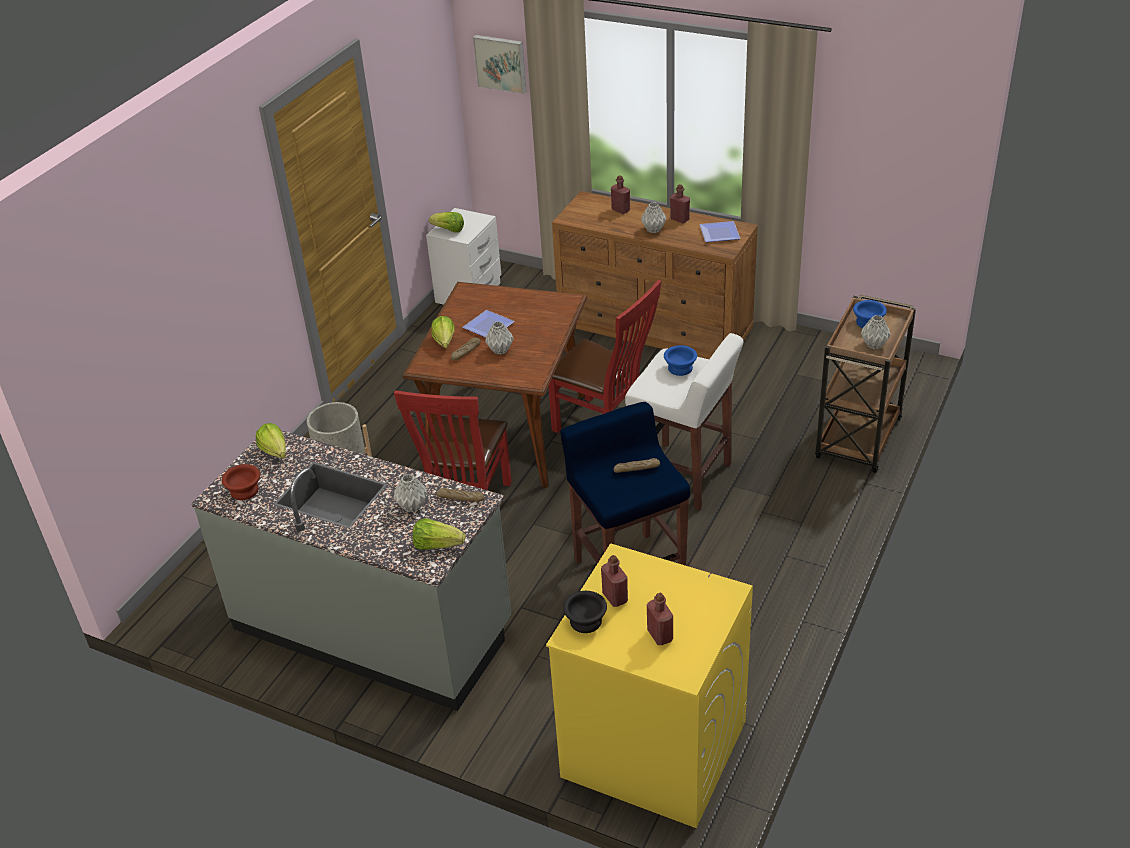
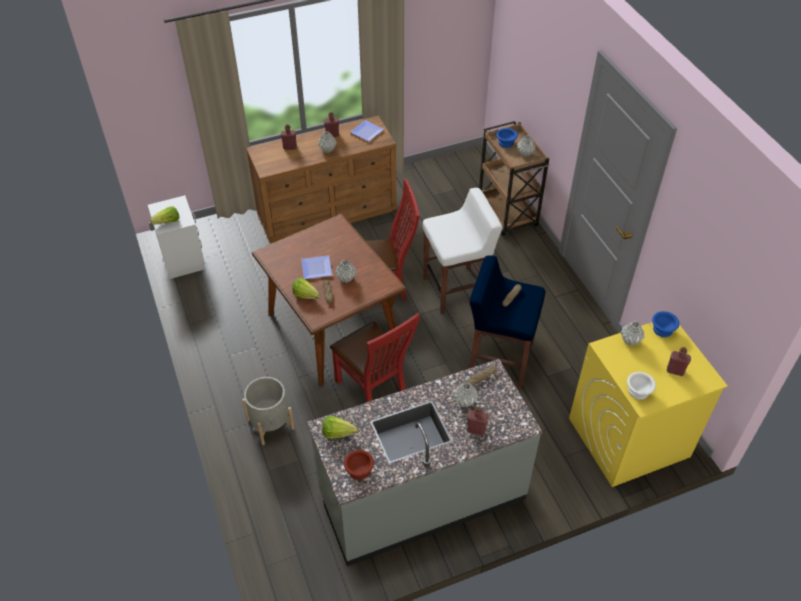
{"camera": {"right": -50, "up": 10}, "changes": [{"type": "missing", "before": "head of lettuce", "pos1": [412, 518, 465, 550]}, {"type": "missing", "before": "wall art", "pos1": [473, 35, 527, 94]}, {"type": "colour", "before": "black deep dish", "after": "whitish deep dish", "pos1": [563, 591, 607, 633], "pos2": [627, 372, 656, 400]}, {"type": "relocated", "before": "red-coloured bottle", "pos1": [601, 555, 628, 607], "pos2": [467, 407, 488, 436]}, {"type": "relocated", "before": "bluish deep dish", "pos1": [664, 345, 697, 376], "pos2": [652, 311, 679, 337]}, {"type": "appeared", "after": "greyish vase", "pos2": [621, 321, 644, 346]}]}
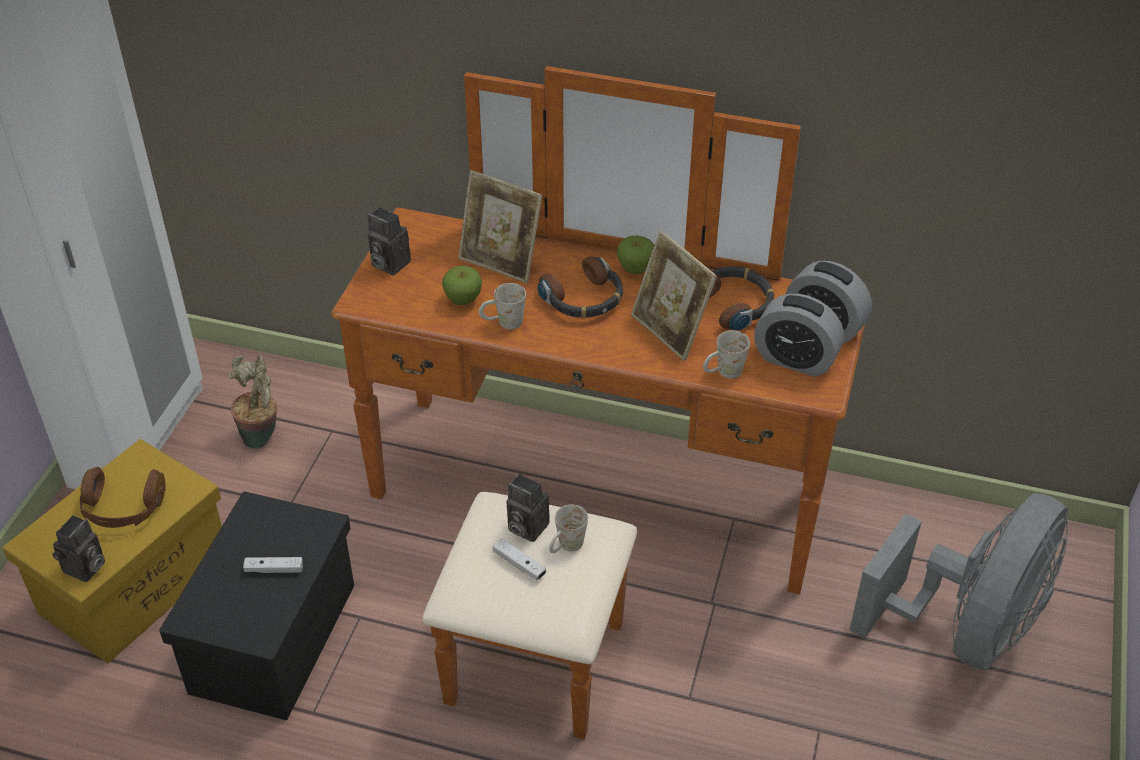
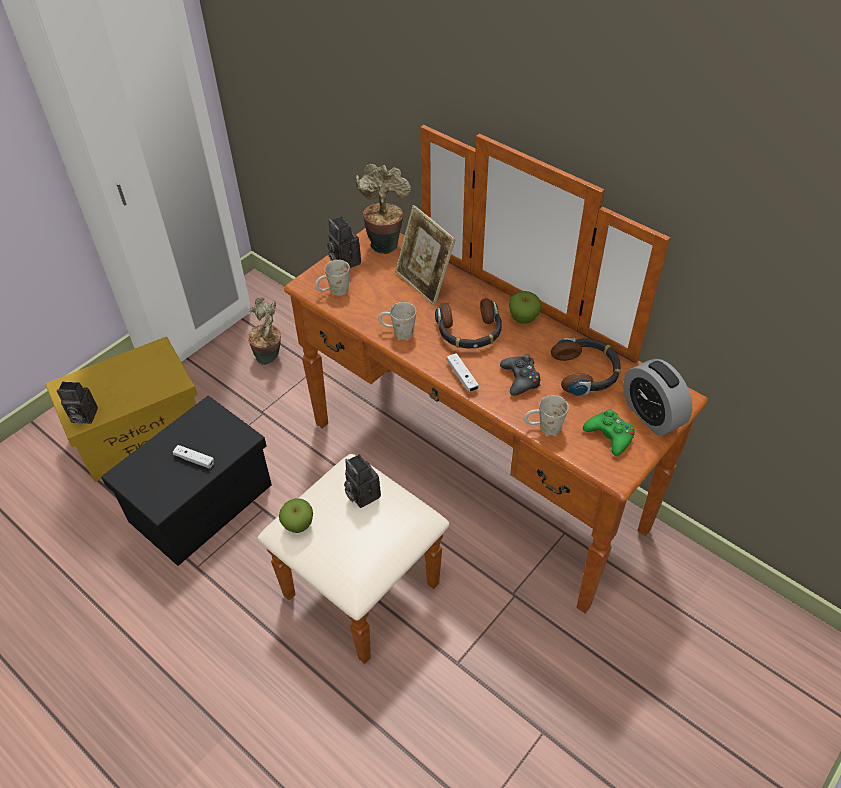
{"camera": {"right": 25, "up": 5}, "changes": [{"type": "spun", "before": "still camera", "pos1": [52, 515, 105, 582], "pos2": [57, 382, 98, 424], "turn": 45}, {"type": "missing", "before": "brown headset", "pos1": [80, 467, 166, 528]}, {"type": "relocated", "before": "apple fruit", "pos1": [442, 266, 482, 305], "pos2": [279, 498, 313, 533]}, {"type": "relocated", "before": "whitish joypad", "pos1": [493, 538, 546, 581], "pos2": [447, 353, 479, 392]}, {"type": "relocated", "before": "whitish coffee mug", "pos1": [549, 505, 588, 553], "pos2": [315, 260, 350, 296]}, {"type": "exchanged", "before": "picture frame", "after": "black joypad", "pos1": [631, 230, 717, 361], "pos2": [500, 354, 540, 396]}, {"type": "exchanged", "before": "alarm clock", "after": "green-coloured joypad", "pos1": [754, 294, 844, 377], "pos2": [583, 409, 635, 456]}, {"type": "missing", "before": "greyish cooling fan", "pos1": [850, 493, 1068, 671]}, {"type": "appeared", "after": "plant in a pot", "pos2": [356, 164, 411, 254]}]}
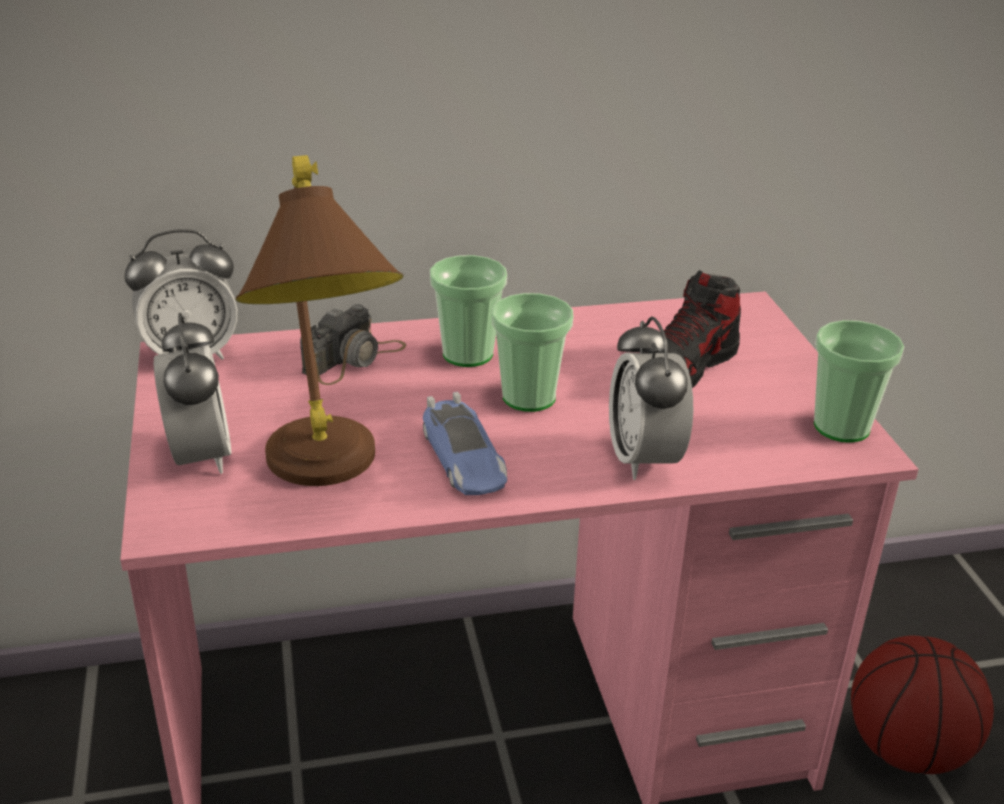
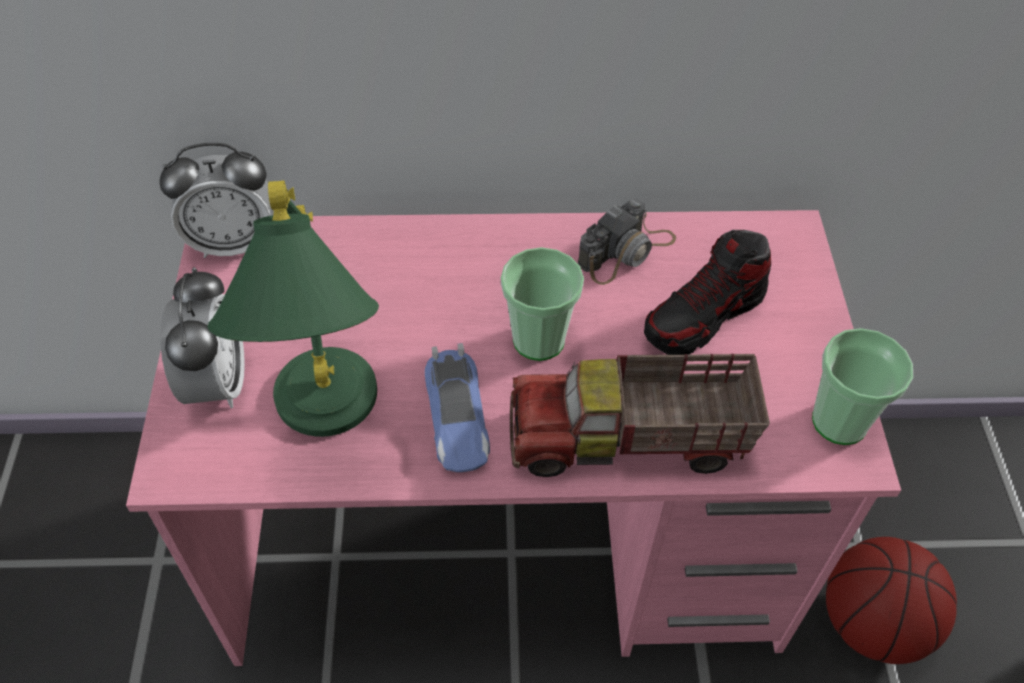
{"camera": {"right": 10, "up": 20}, "changes": [{"type": "colour", "before": "brown tabletop lamp", "after": "green-coloured tabletop lamp", "pos1": [235, 155, 404, 486], "pos2": [207, 180, 379, 437]}, {"type": "relocated", "before": "still camera", "pos1": [300, 304, 406, 385], "pos2": [578, 198, 676, 285]}, {"type": "missing", "before": "drinking cup", "pos1": [430, 255, 507, 367]}, {"type": "exchanged", "before": "alarm clock", "after": "model truck", "pos1": [609, 317, 693, 480], "pos2": [510, 354, 770, 477]}]}
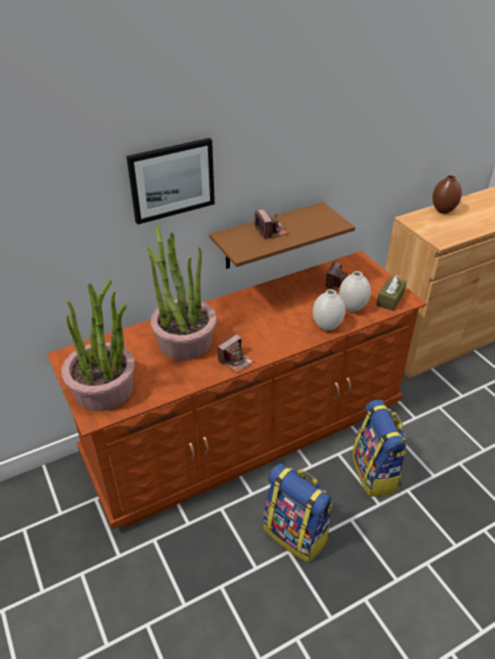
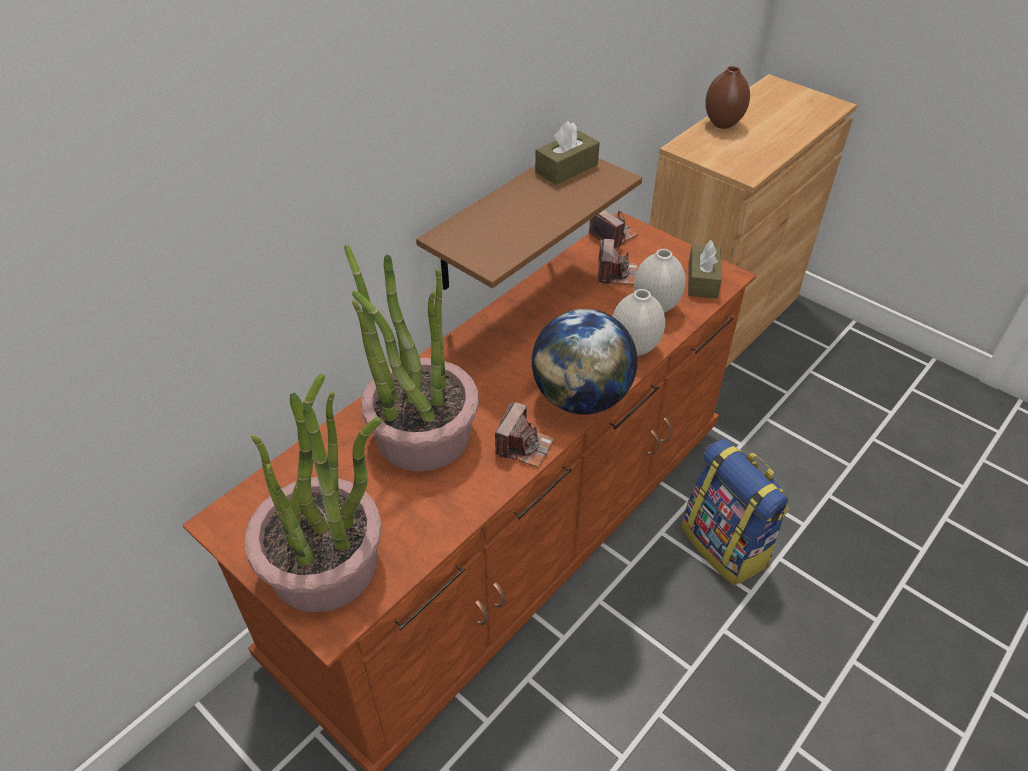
{"camera": {"right": -20, "up": 5}, "changes": [{"type": "missing", "before": "wall art", "pos1": [126, 138, 215, 225]}, {"type": "relocated", "before": "still camera", "pos1": [255, 209, 288, 239], "pos2": [589, 210, 638, 248]}, {"type": "missing", "before": "rucksack", "pos1": [263, 463, 333, 563]}, {"type": "appeared", "after": "world globe", "pos2": [532, 309, 638, 414]}, {"type": "appeared", "after": "brown box of tissues", "pos2": [535, 121, 600, 185]}]}
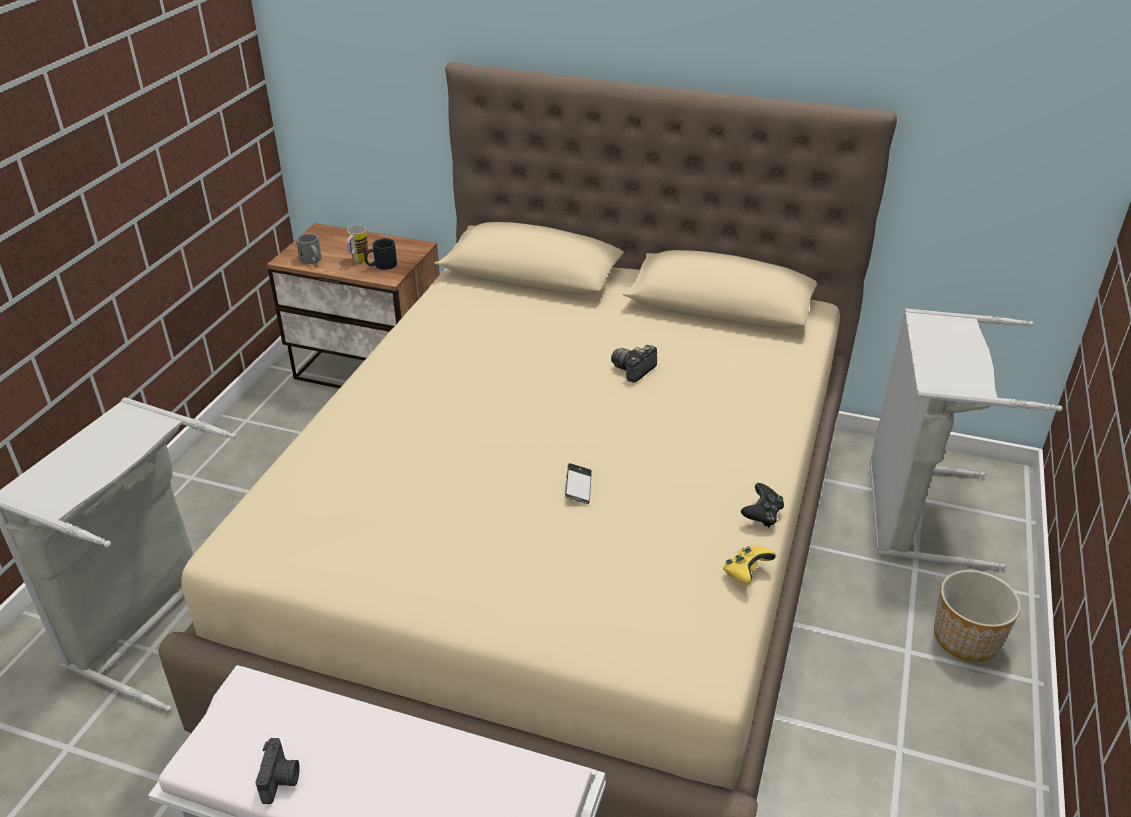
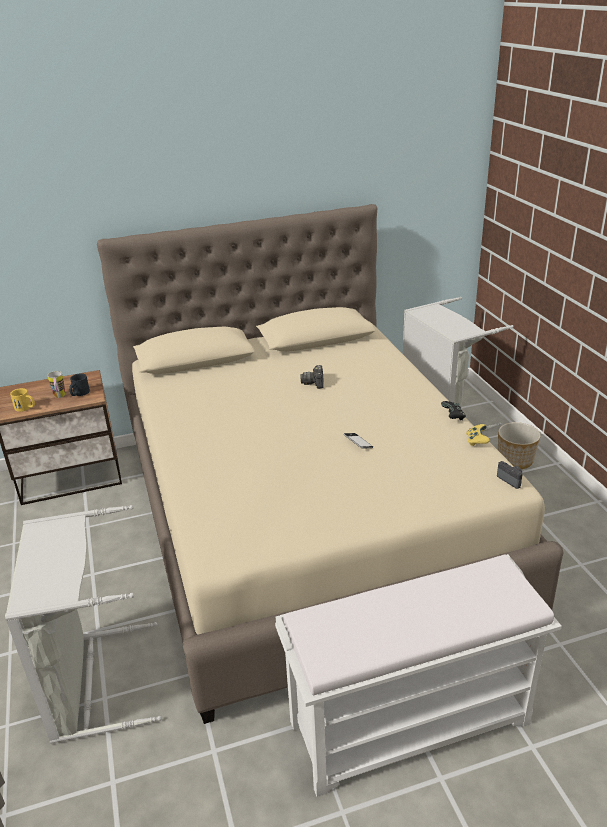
{"camera": {"right": -35, "up": -5}, "changes": [{"type": "relocated", "before": "still camera", "pos1": [255, 738, 300, 804], "pos2": [497, 461, 523, 489]}, {"type": "colour", "before": "greyish coffee mug", "after": "yellow-coloured coffee mug", "pos1": [296, 233, 321, 264], "pos2": [10, 388, 35, 412]}]}
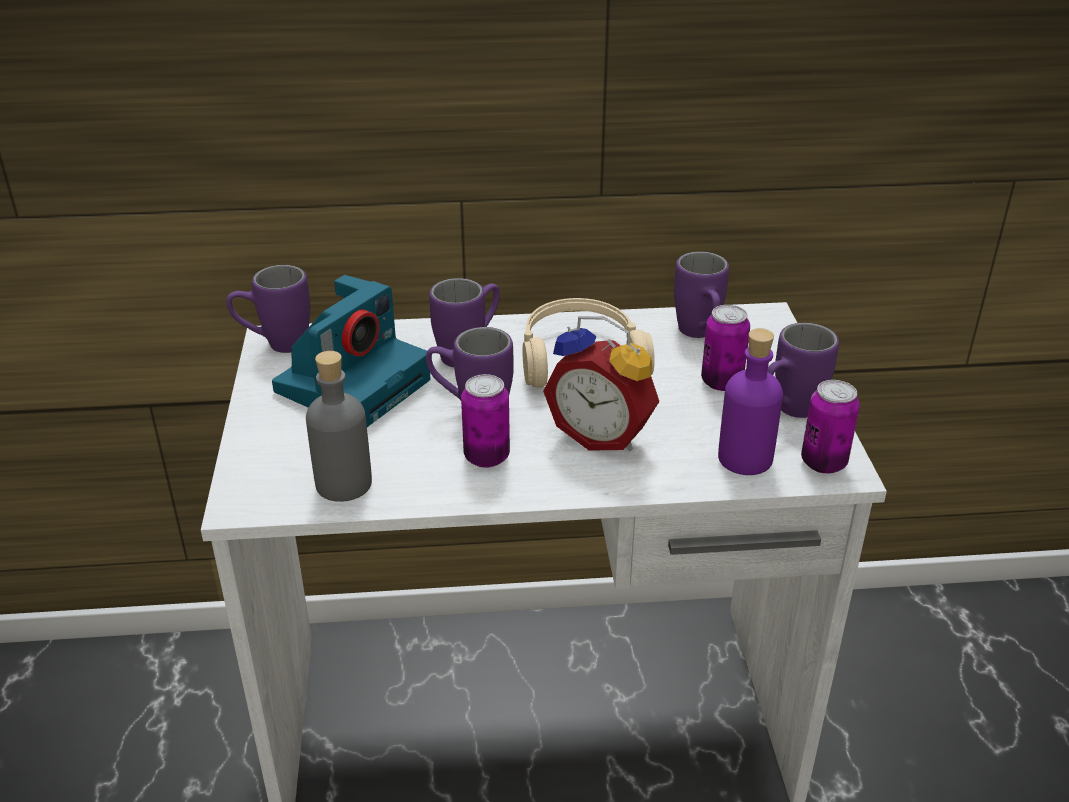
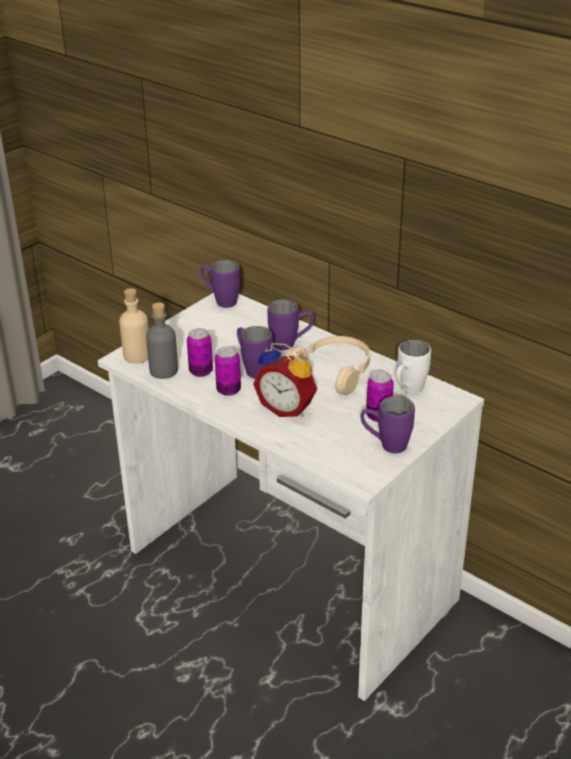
{"camera": {"right": 45, "up": 0}, "changes": [{"type": "missing", "before": "still camera", "pos1": [272, 275, 430, 427]}, {"type": "spun", "before": "alarm clock", "pos1": [543, 316, 659, 451], "pos2": [253, 343, 317, 417], "turn": -45}, {"type": "colour", "before": "purple coffee mug", "after": "whitish coffee mug", "pos1": [674, 251, 729, 338], "pos2": [396, 340, 431, 393]}, {"type": "missing", "before": "purple bottle", "pos1": [718, 328, 783, 475]}, {"type": "relocated", "before": "can", "pos1": [801, 380, 860, 474], "pos2": [187, 328, 213, 377]}, {"type": "appeared", "after": "sand-coloured bottle", "pos2": [119, 288, 149, 363]}]}
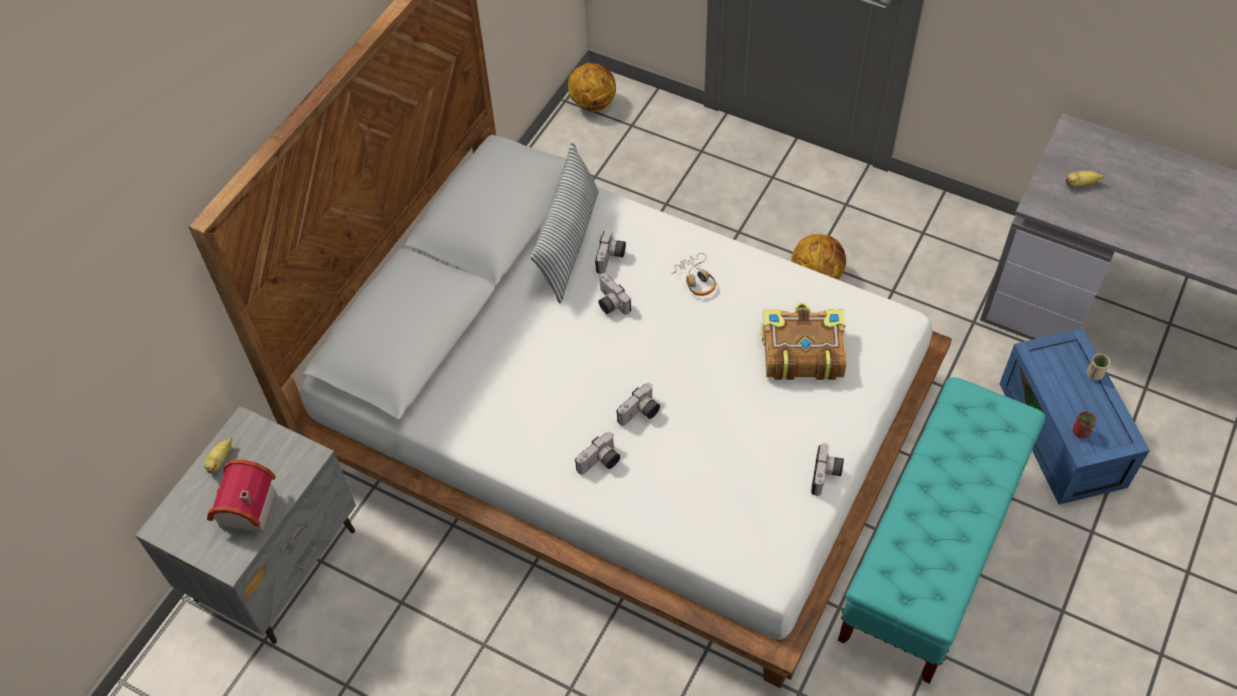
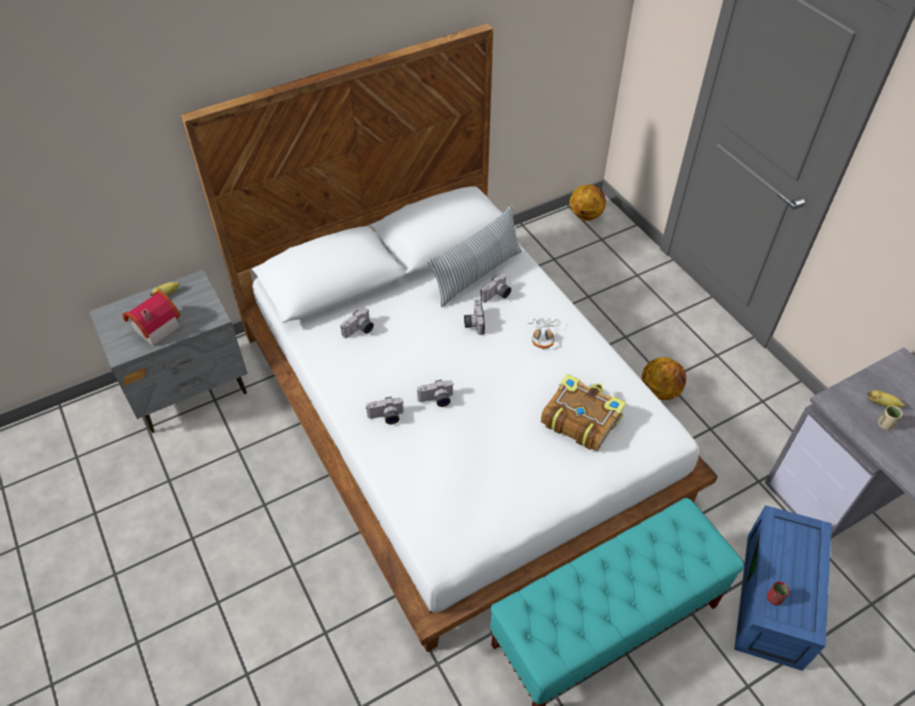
{"camera": {"right": 30, "up": -5}, "changes": [{"type": "relocated", "before": "still camera", "pos1": [811, 443, 844, 496], "pos2": [341, 308, 374, 338]}, {"type": "relocated", "before": "sand-coloured drinking cup", "pos1": [1087, 354, 1110, 380], "pos2": [878, 405, 903, 430]}]}
